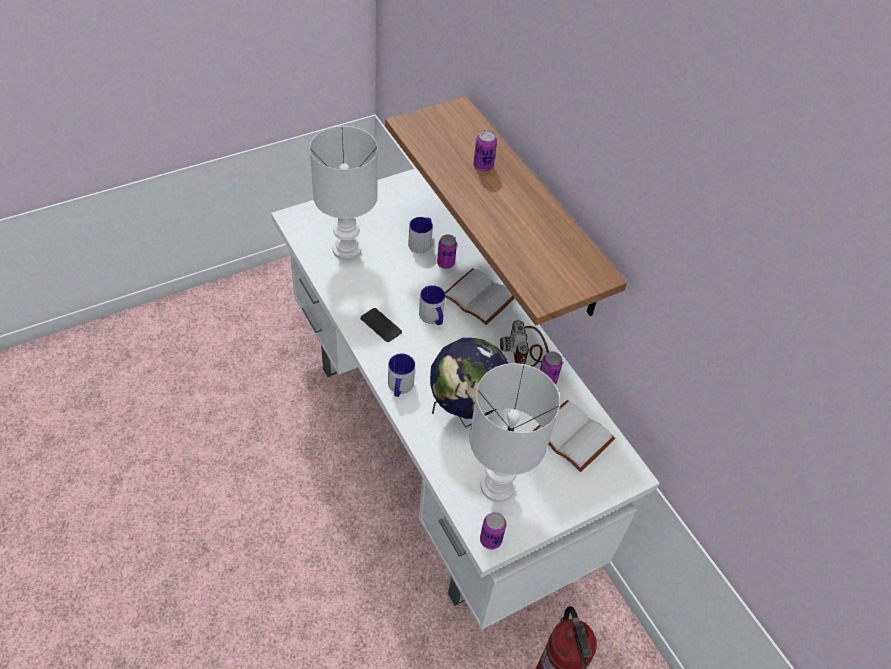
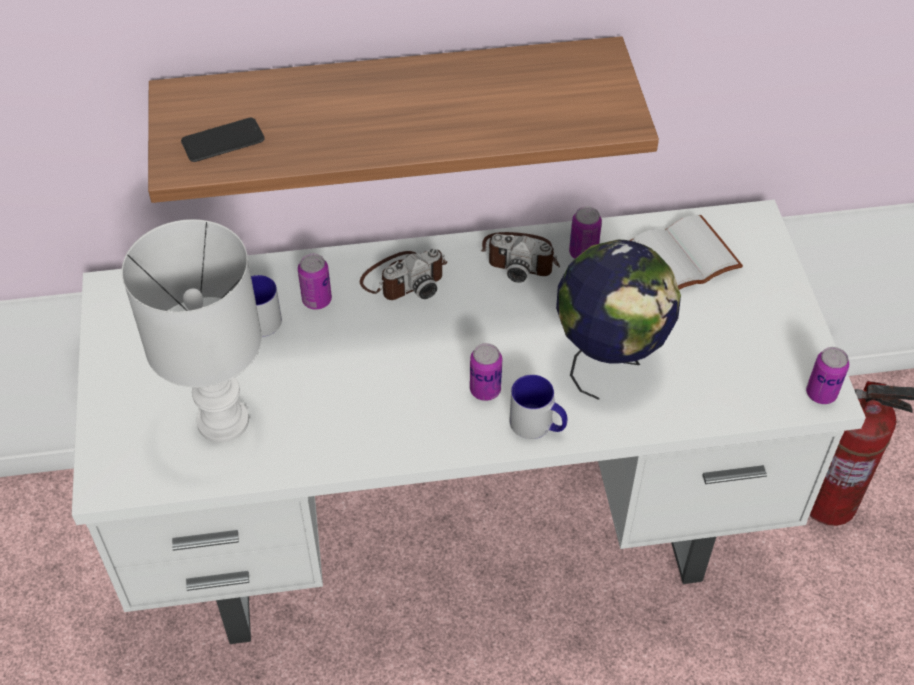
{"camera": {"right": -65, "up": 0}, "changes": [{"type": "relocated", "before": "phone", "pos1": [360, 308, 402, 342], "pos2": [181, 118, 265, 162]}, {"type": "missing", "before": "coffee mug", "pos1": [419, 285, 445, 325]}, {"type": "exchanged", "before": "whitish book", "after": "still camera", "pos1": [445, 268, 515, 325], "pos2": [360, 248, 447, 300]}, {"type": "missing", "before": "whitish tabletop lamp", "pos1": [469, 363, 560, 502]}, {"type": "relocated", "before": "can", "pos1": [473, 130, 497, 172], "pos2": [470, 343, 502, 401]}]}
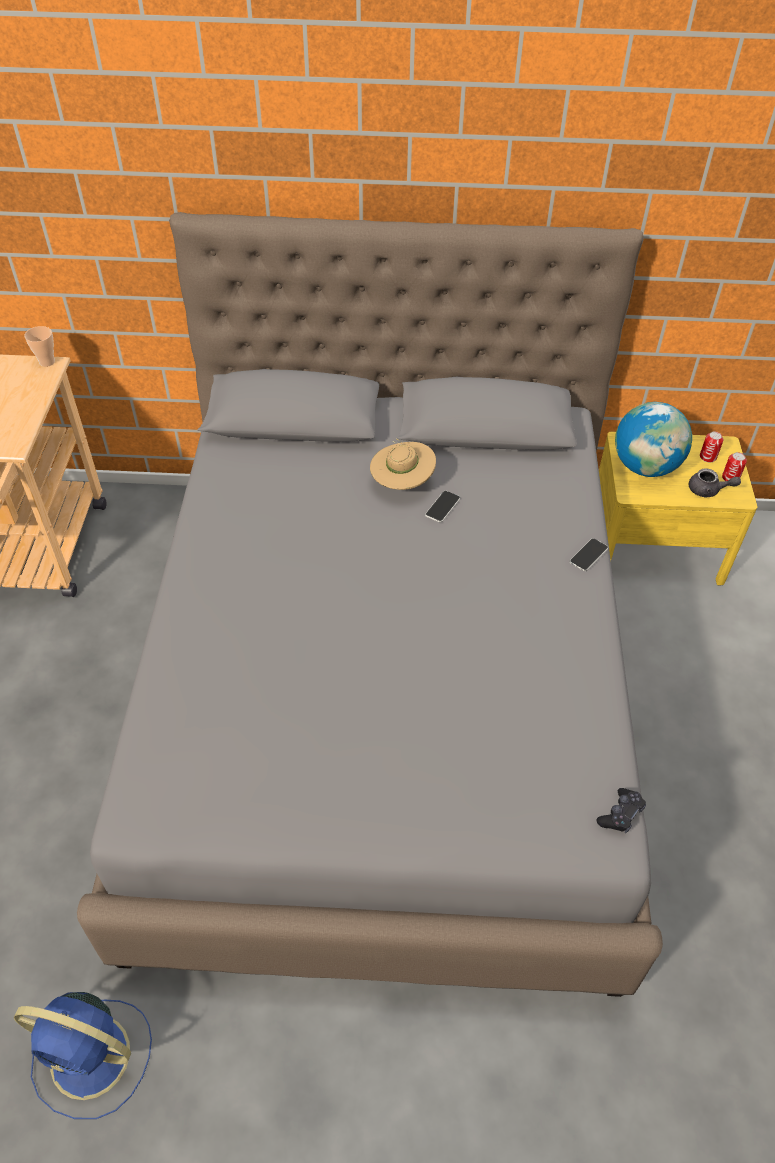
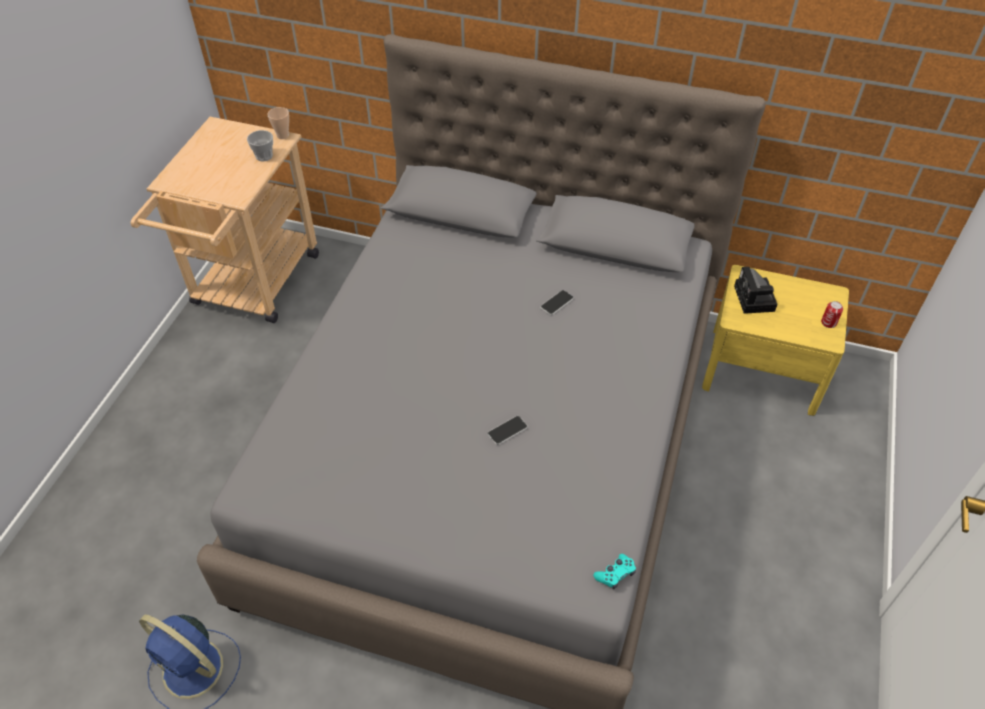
{"camera": {"right": 15, "up": 0}, "changes": [{"type": "missing", "before": "sand-coloured wearable hat", "pos1": [370, 438, 436, 490]}, {"type": "relocated", "before": "phone", "pos1": [569, 538, 609, 571], "pos2": [488, 416, 528, 445]}, {"type": "colour", "before": "black joypad", "after": "blue-green joypad", "pos1": [597, 788, 646, 833], "pos2": [593, 554, 636, 589]}, {"type": "exchanged", "before": "world globe", "after": "still camera", "pos1": [615, 402, 692, 477], "pos2": [734, 267, 777, 314]}, {"type": "missing", "before": "greyish tea pot", "pos1": [689, 468, 741, 498]}, {"type": "missing", "before": "can", "pos1": [700, 431, 723, 463]}, {"type": "appeared", "after": "drinking cup", "pos2": [247, 130, 273, 161]}]}
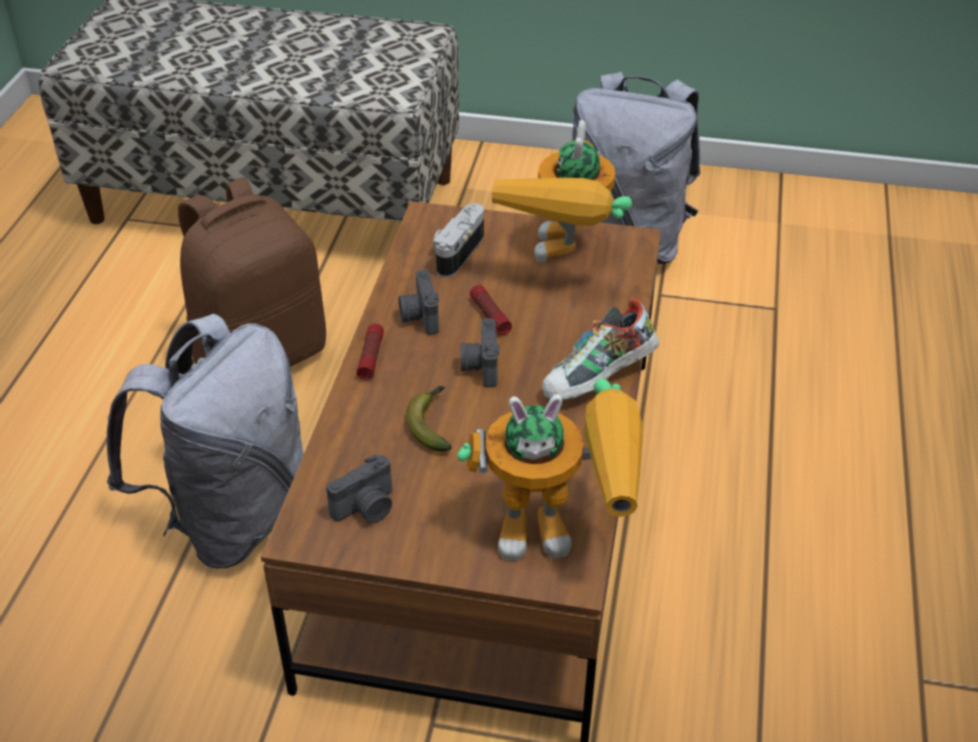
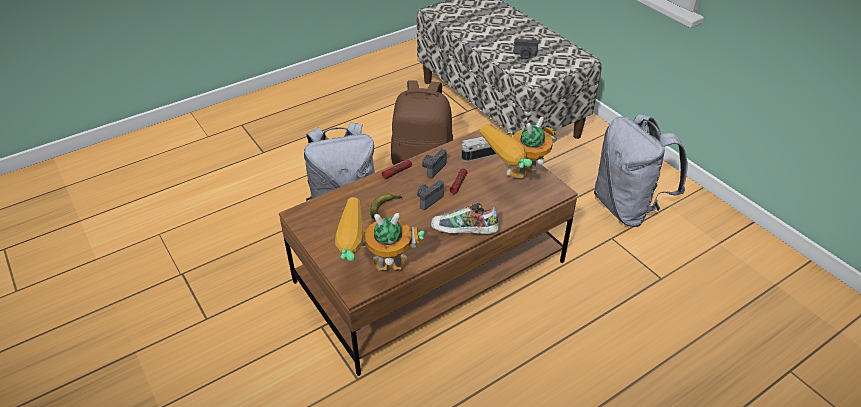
{"camera": {"right": 45, "up": 0}, "changes": [{"type": "relocated", "before": "still camera", "pos1": [326, 455, 392, 523], "pos2": [513, 38, 539, 59]}, {"type": "spun", "before": "toy robot", "pos1": [457, 379, 643, 561], "pos2": [335, 197, 425, 271], "turn": 135}]}
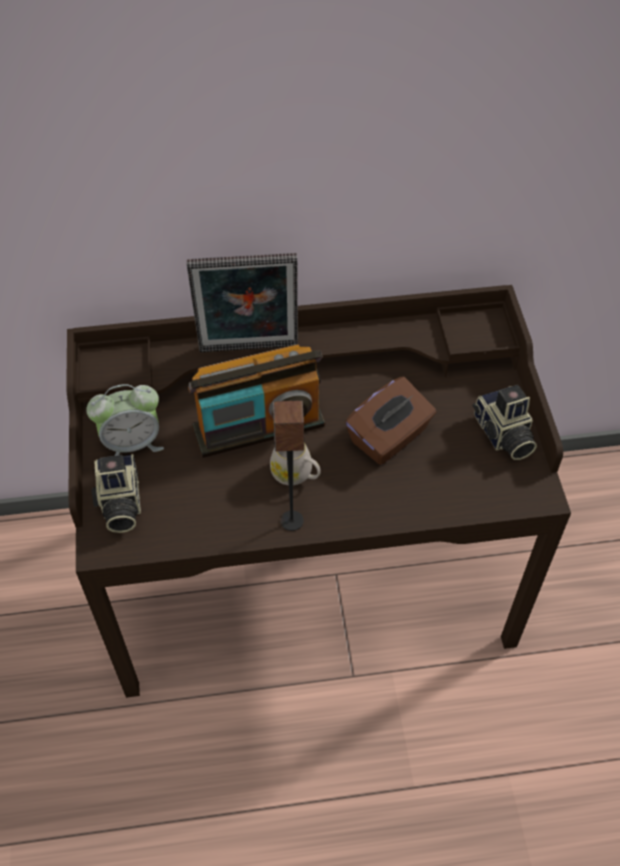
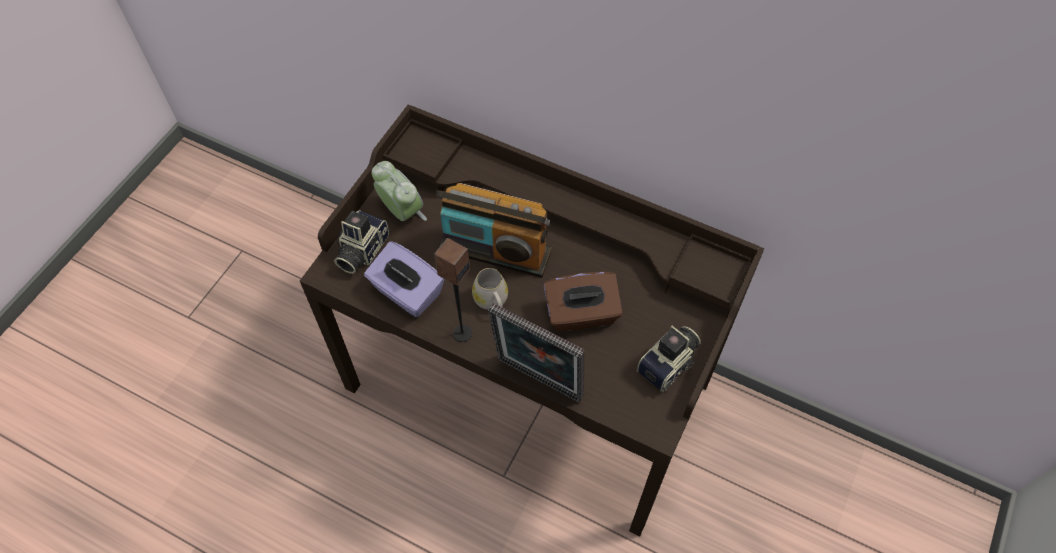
{"camera": {"right": 35, "up": 5}, "changes": [{"type": "spun", "before": "alarm clock", "pos1": [86, 384, 164, 456], "pos2": [372, 161, 427, 221], "turn": -150}, {"type": "relocated", "before": "picture frame", "pos1": [187, 253, 298, 352], "pos2": [488, 303, 585, 403]}, {"type": "spun", "before": "still camera", "pos1": [472, 385, 537, 460], "pos2": [637, 326, 701, 392], "turn": -150}, {"type": "appeared", "after": "purple box of tissues", "pos2": [364, 241, 444, 317]}]}
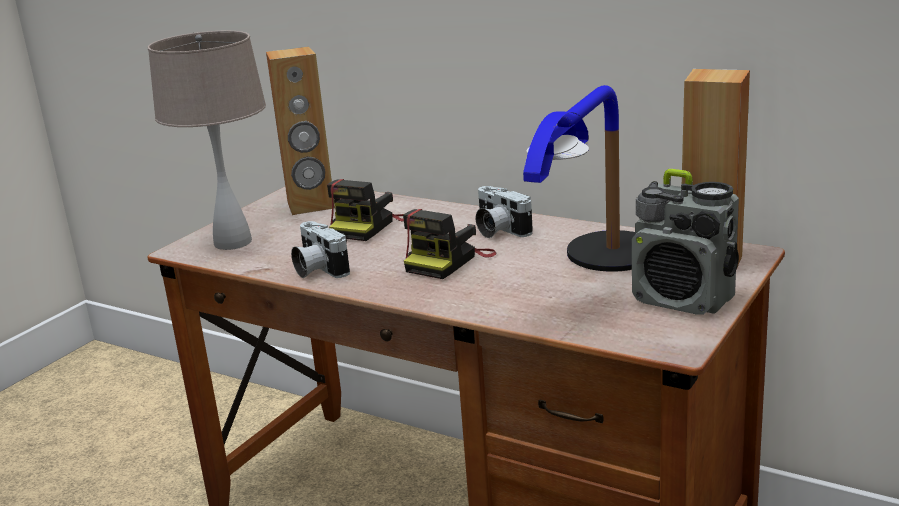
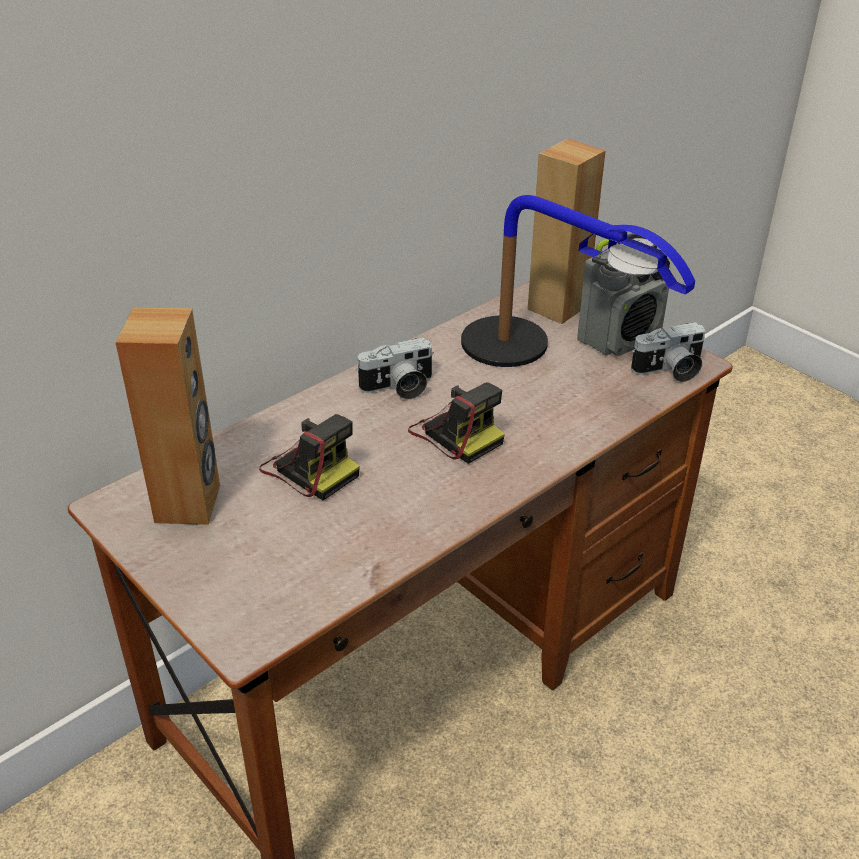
{"camera": {"right": -75, "up": 15}, "changes": [{"type": "missing", "before": "sand-coloured tabletop lamp", "pos1": [148, 31, 266, 250]}, {"type": "relocated", "before": "still camera", "pos1": [291, 221, 350, 278], "pos2": [631, 322, 705, 382]}]}
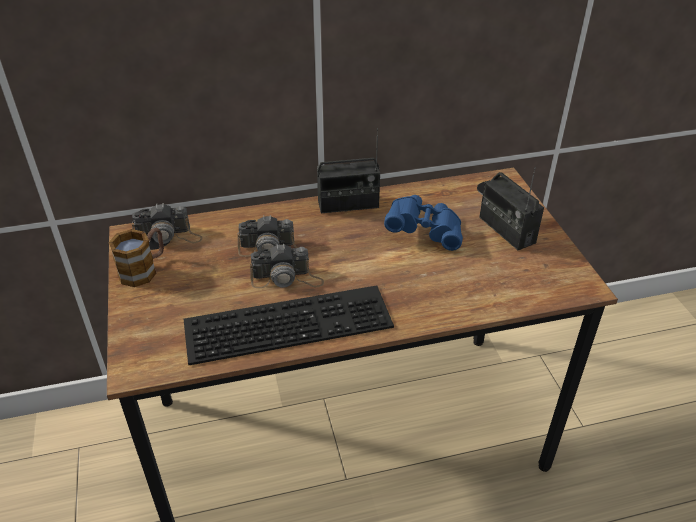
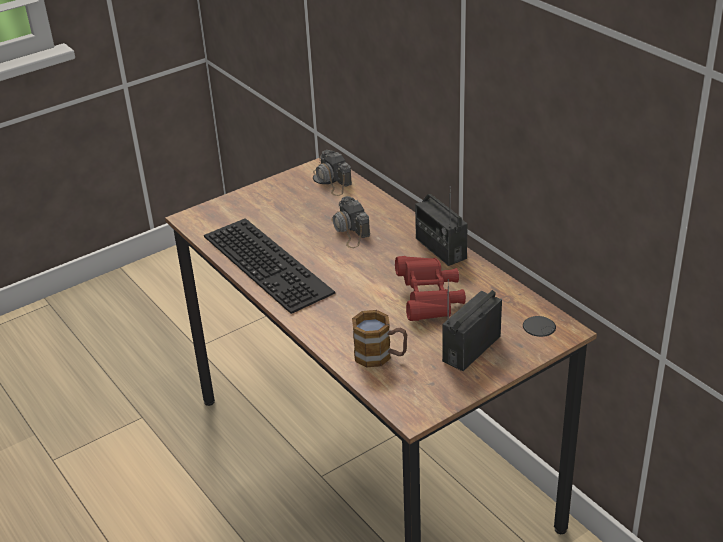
{"camera": {"right": 70, "up": -5}, "changes": [{"type": "relocated", "before": "coffee mug", "pos1": [108, 228, 164, 287], "pos2": [352, 310, 407, 368]}, {"type": "missing", "before": "still camera", "pos1": [250, 243, 324, 288]}, {"type": "colour", "before": "bluish pair of binoculars", "after": "red-coloured pair of binoculars", "pos1": [384, 195, 463, 251], "pos2": [395, 256, 466, 321]}]}
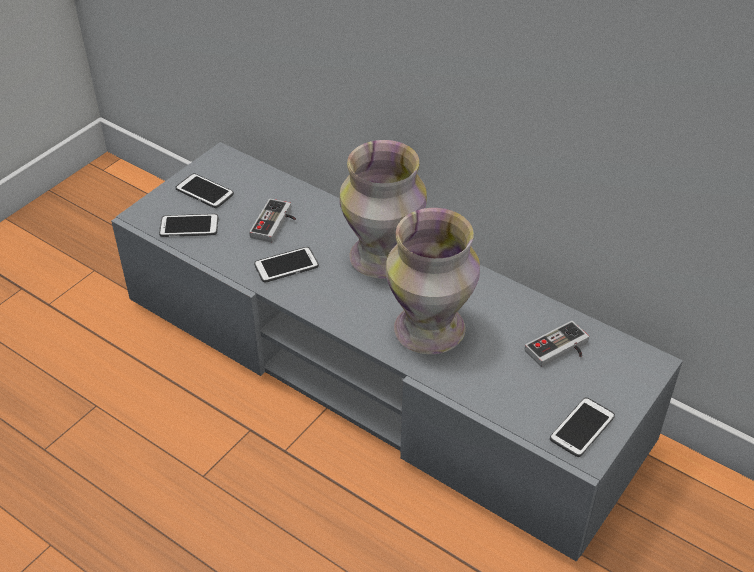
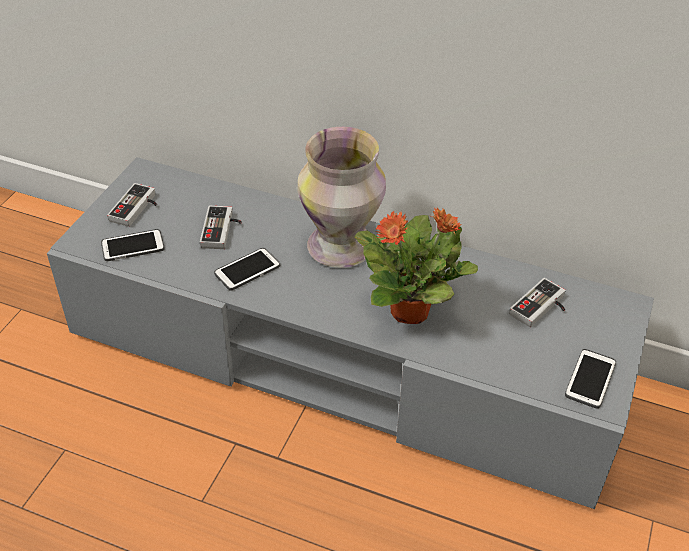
{"camera": {"right": -15, "up": 0}, "changes": [{"type": "exchanged", "before": "phone", "after": "joypad", "pos1": [175, 173, 234, 208], "pos2": [107, 183, 157, 227]}, {"type": "exchanged", "before": "vase", "after": "plant in a pot", "pos1": [386, 208, 480, 354], "pos2": [354, 207, 478, 324]}]}
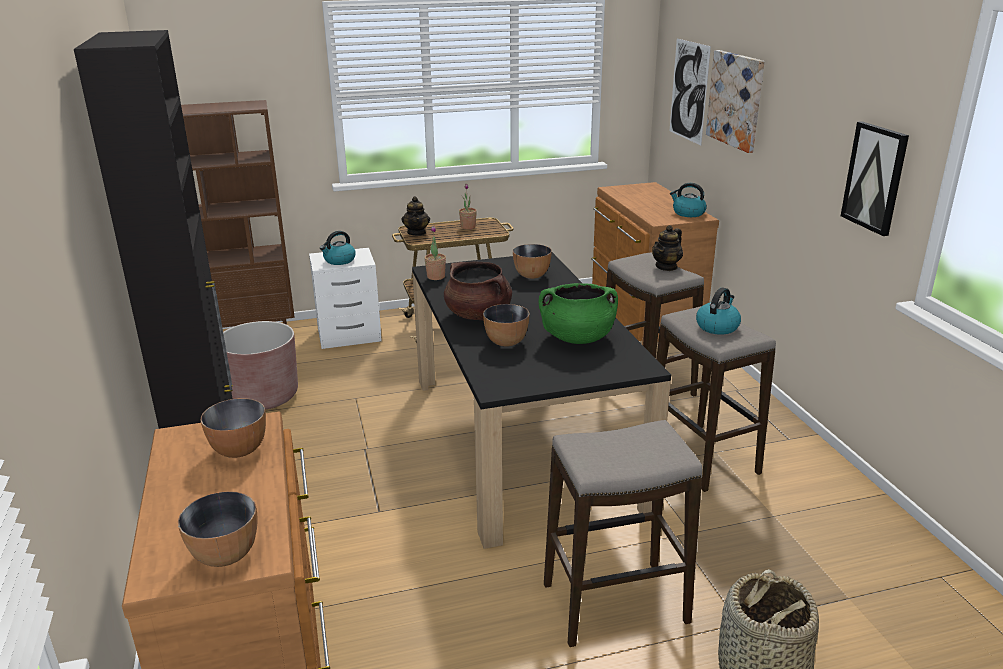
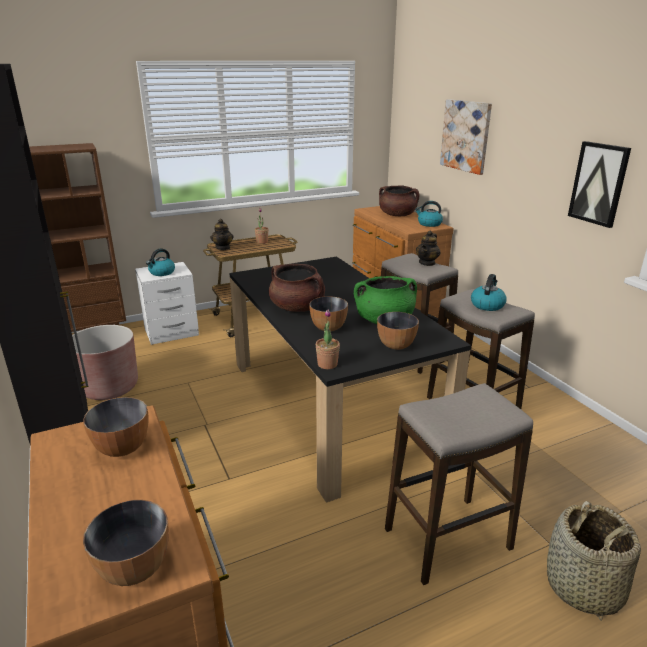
{"camera": {"right": -10, "up": 0}, "changes": [{"type": "relocated", "before": "plant in a pot", "pos1": [424, 226, 446, 280], "pos2": [316, 310, 340, 369]}, {"type": "relocated", "before": "deep dish", "pos1": [513, 244, 552, 279], "pos2": [377, 312, 419, 350]}, {"type": "missing", "before": "wall art", "pos1": [670, 38, 711, 145]}, {"type": "appeared", "after": "brown saucepot", "pos2": [379, 185, 419, 216]}]}
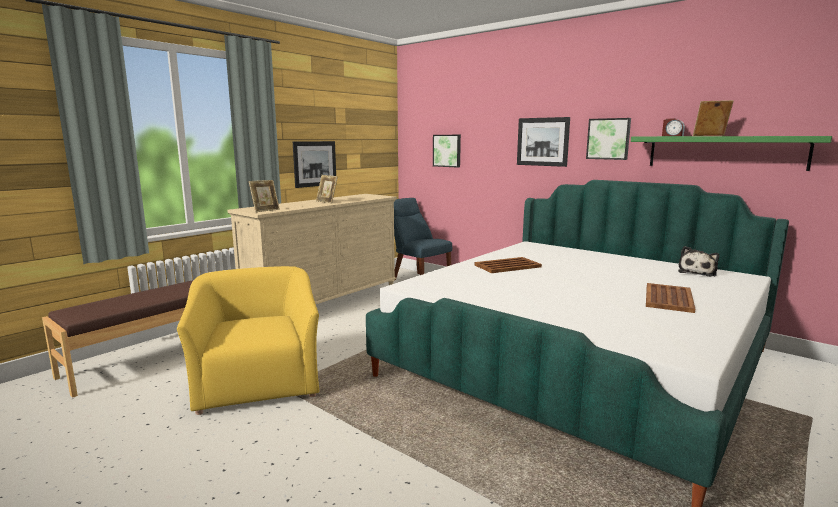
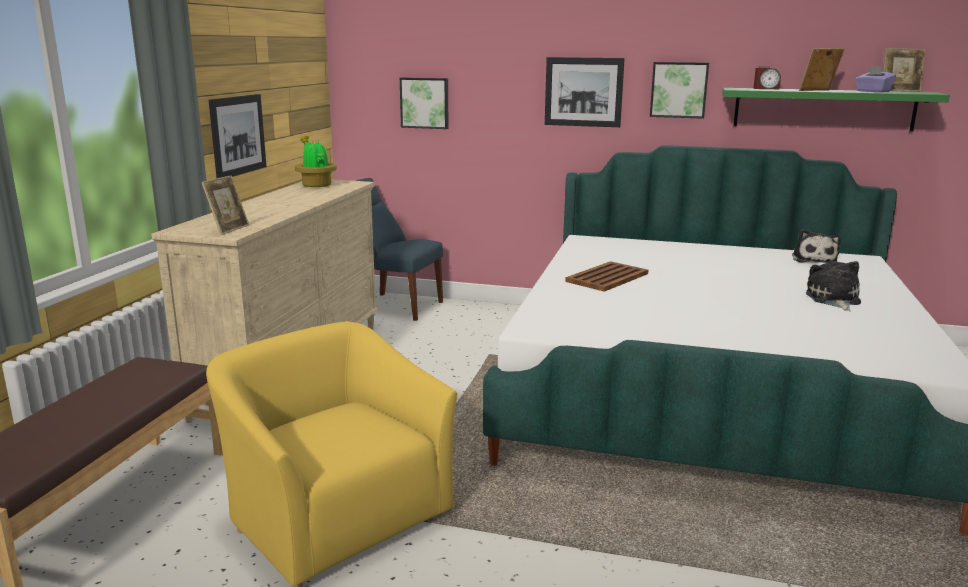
{"camera": {"right": -25, "up": 5}, "changes": [{"type": "relocated", "before": "picture frame", "pos1": [316, 175, 338, 203], "pos2": [883, 48, 925, 92]}, {"type": "exchanged", "before": "brown tray", "after": "soft toy", "pos1": [646, 283, 695, 313], "pos2": [806, 261, 861, 311]}, {"type": "appeared", "after": "plant in a pot", "pos2": [295, 136, 337, 187]}, {"type": "appeared", "after": "purple box of tissues", "pos2": [856, 66, 896, 92]}]}
